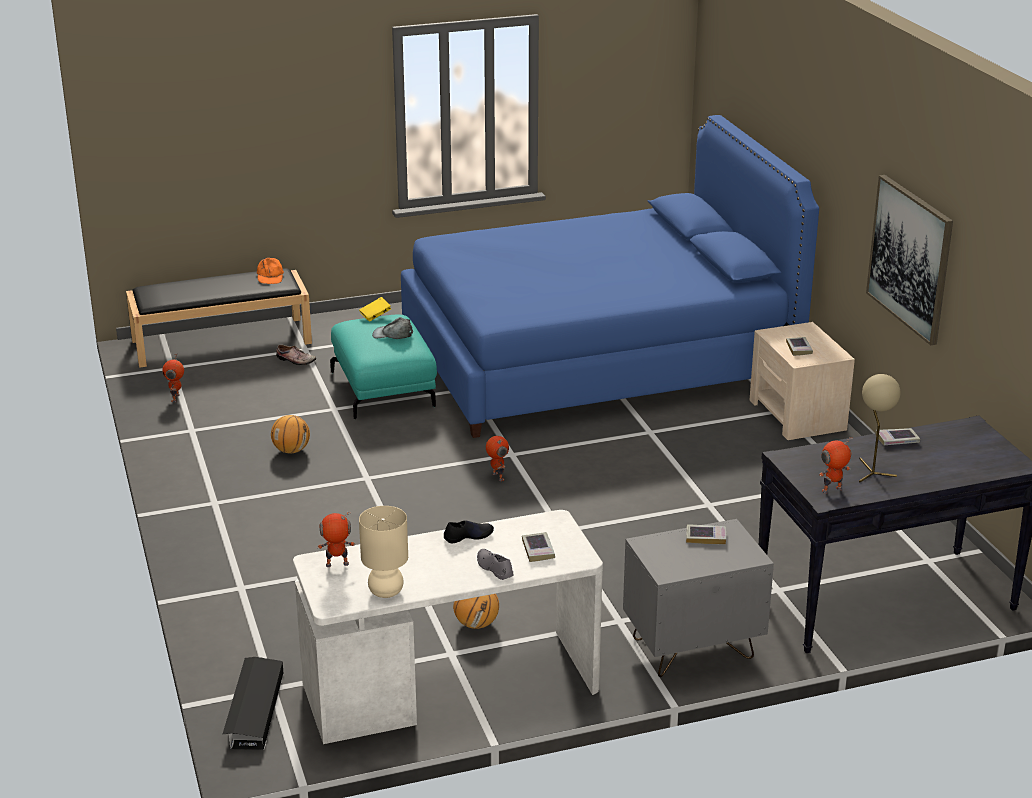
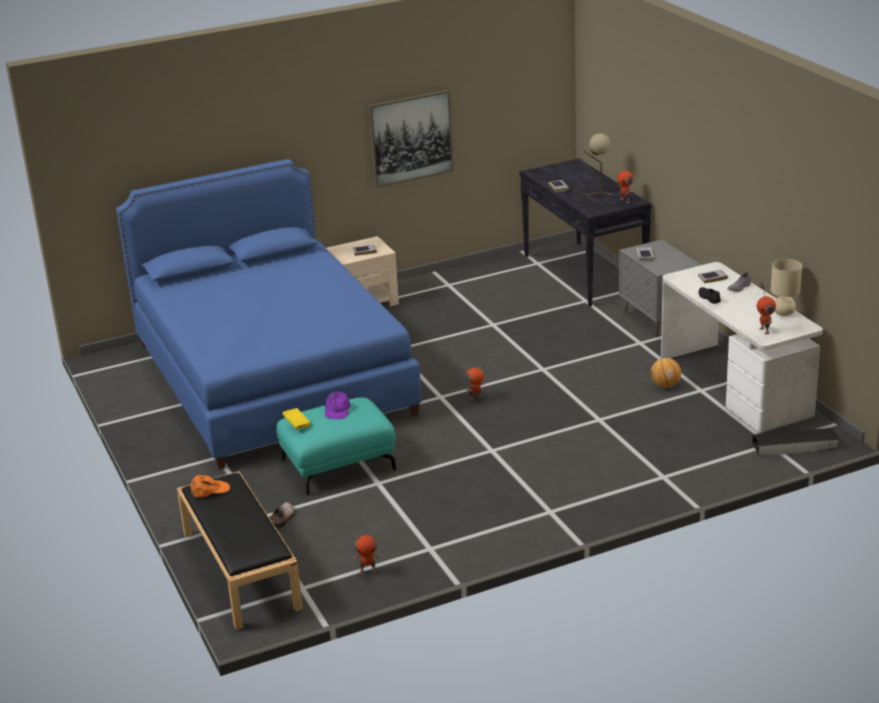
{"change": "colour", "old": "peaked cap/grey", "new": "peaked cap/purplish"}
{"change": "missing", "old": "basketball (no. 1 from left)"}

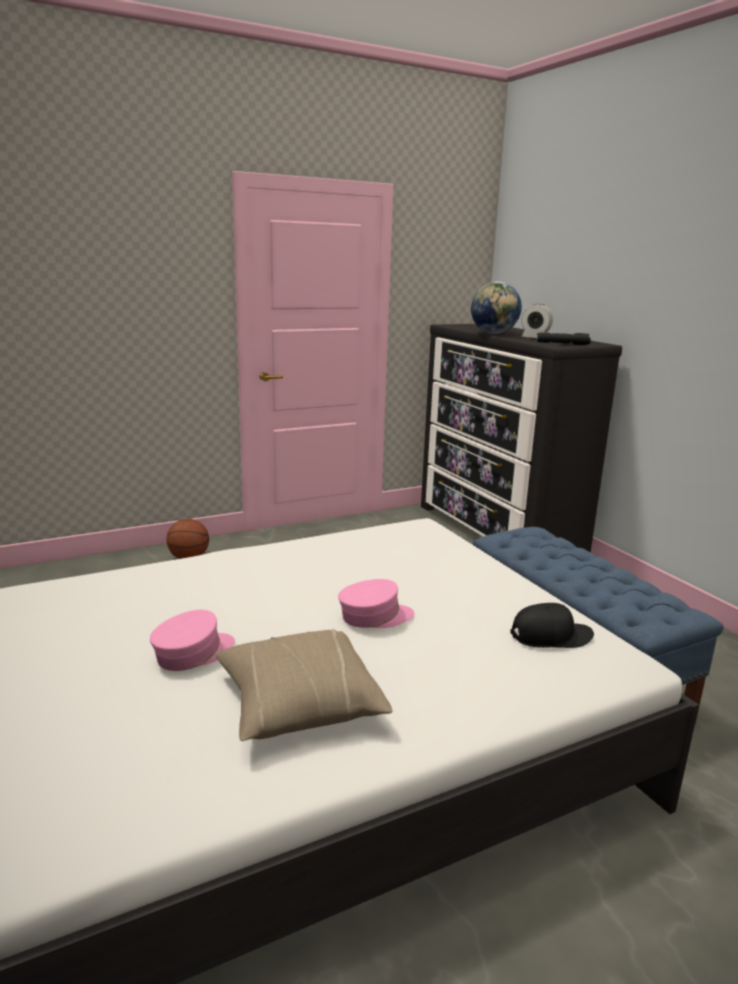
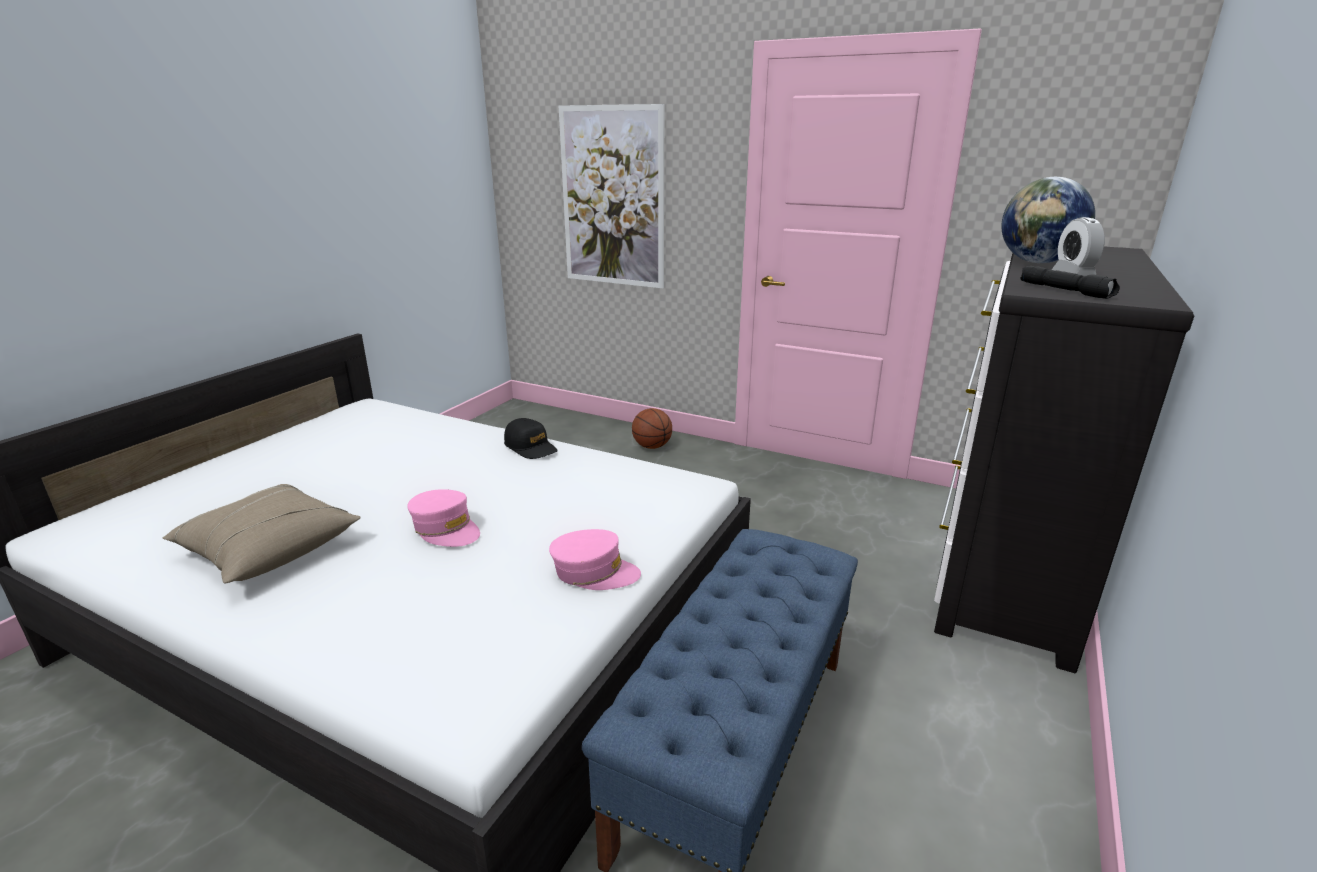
{"change": "relocated", "old": "peaked cap/black"}
{"change": "relocated", "old": "peaked cap/pinkish (no. 1 from left in the first image)", "new": "peaked cap/pinkish (no. 2 from left)"}
{"change": "appeared", "new": "wall art"}

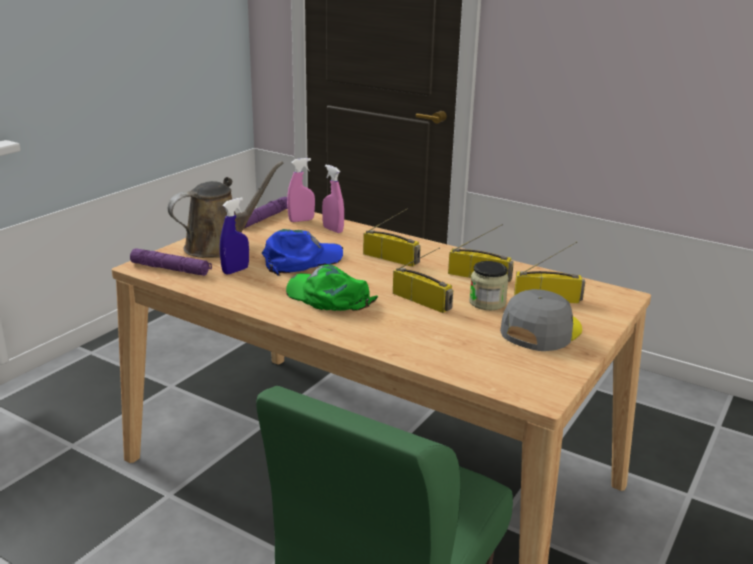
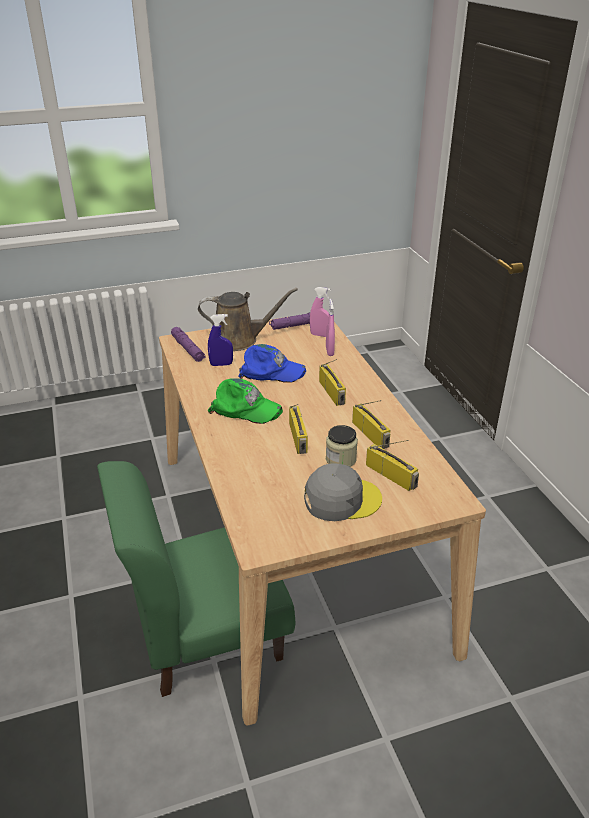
{"change": "spun", "old": "peaked cap/green", "degrees": 120}

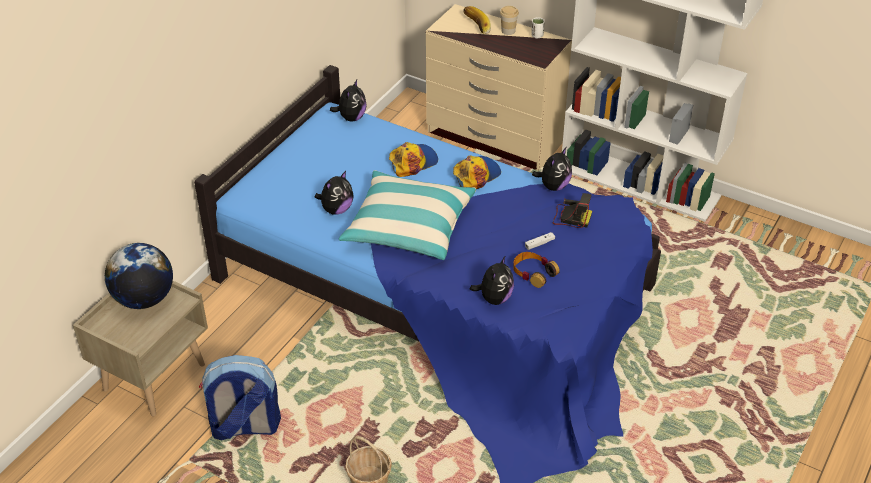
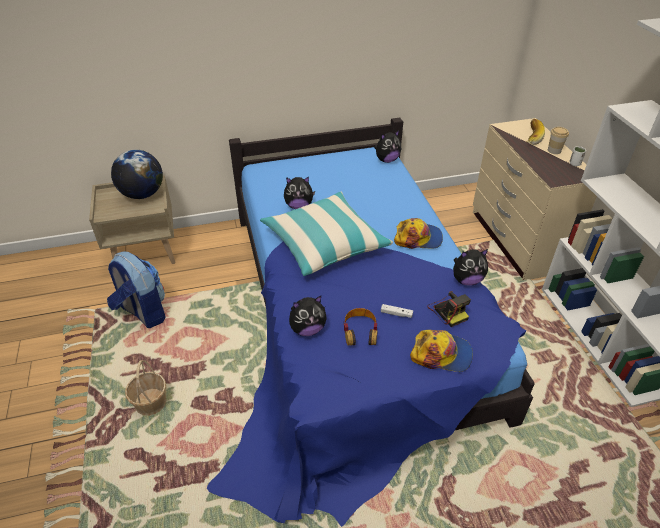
{"change": "relocated", "old": "peaked cap (no. 1 from left in the first image)", "new": "peaked cap (no. 2 from left)"}

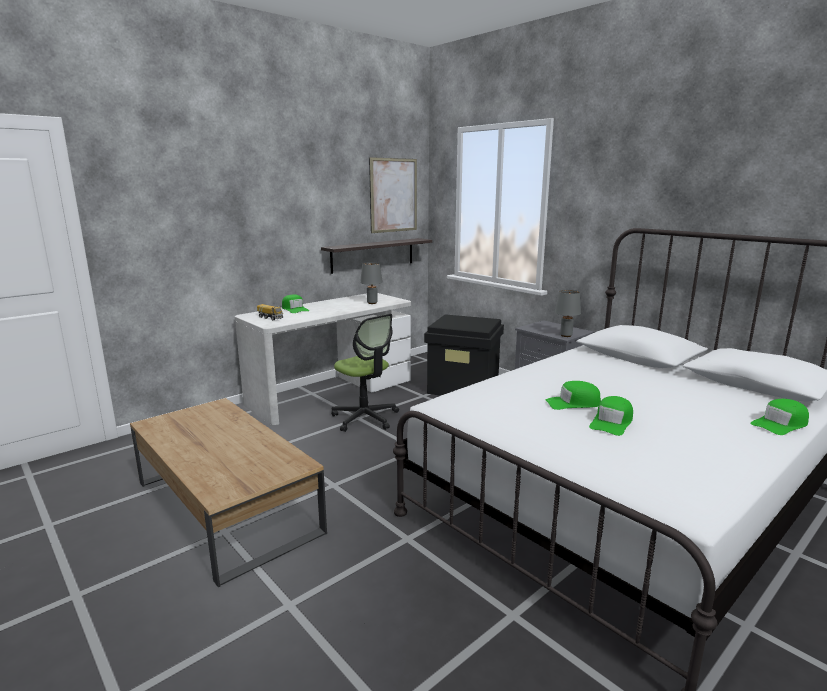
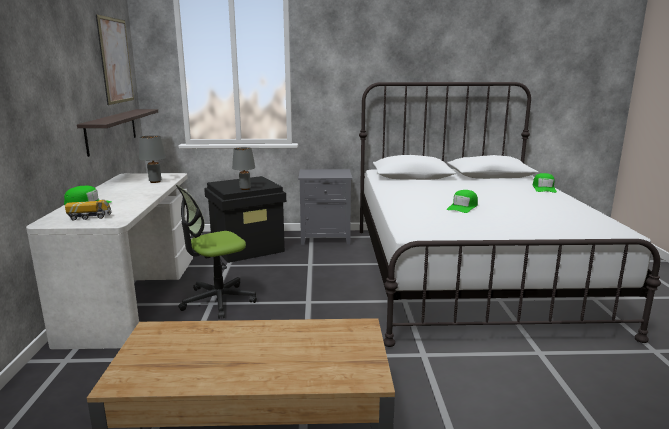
{"change": "relocated", "old": "lamp for a table/grey (no. 2 from left)"}
{"change": "spun", "old": "office chair", "degrees": 150}
{"change": "missing", "old": "peaked cap/green (no. 3 from left)"}

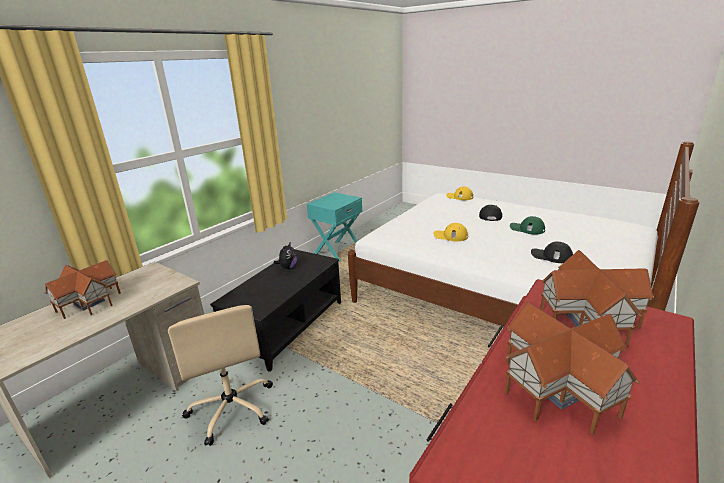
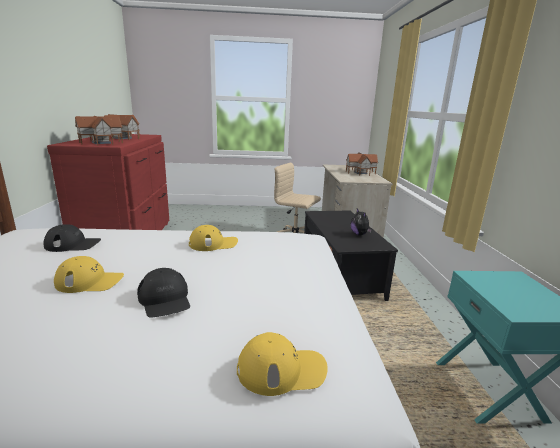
{"change": "colour", "old": "peaked cap/green", "new": "peaked cap/yellow (no. 1 from left)"}

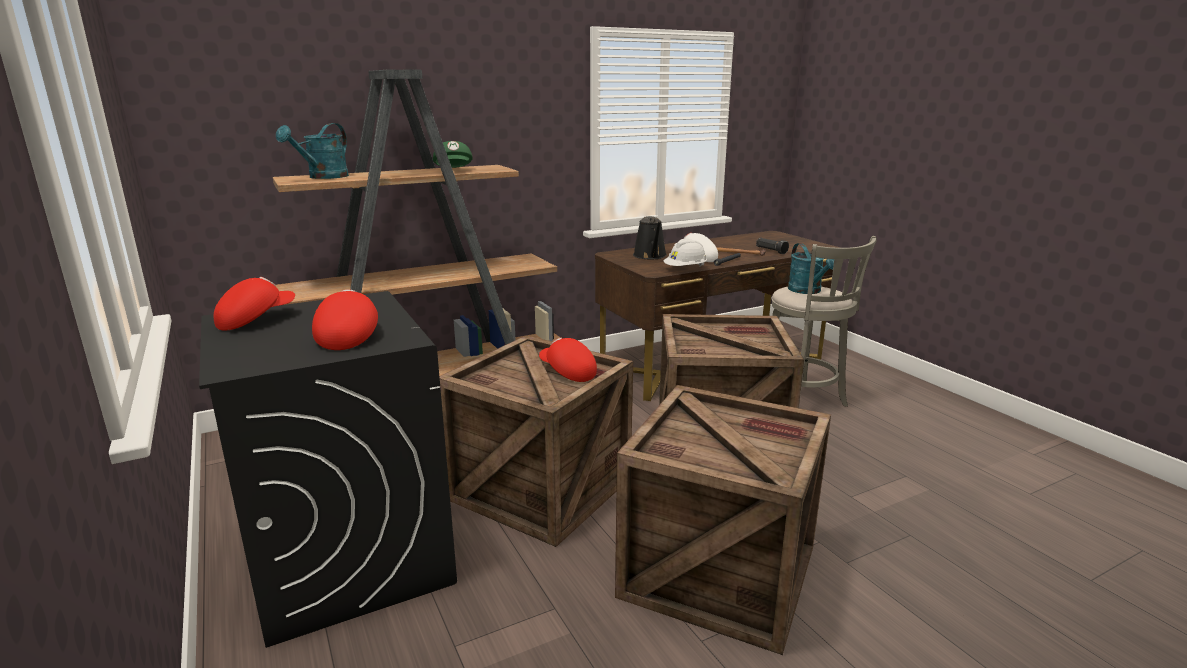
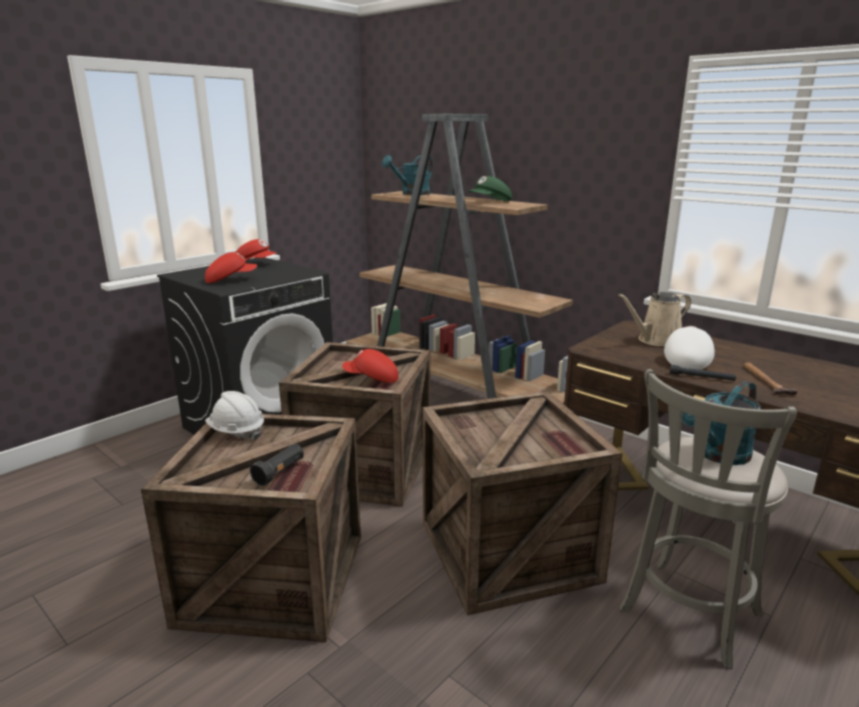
{"change": "spun", "old": "watering can/turquoise-coloured (no. 1 from left)", "degrees": -45}
{"change": "colour", "old": "watering can/black", "new": "watering can/sand-coloured"}
{"change": "relocated", "old": "flashlight/black (no. 2 from left in the first image)", "new": "flashlight/black (no. 1 from left)"}
{"change": "relocated", "old": "work helmet/whitish"}
{"change": "spun", "old": "peaked cap/red (no. 3 from left)", "degrees": -105}

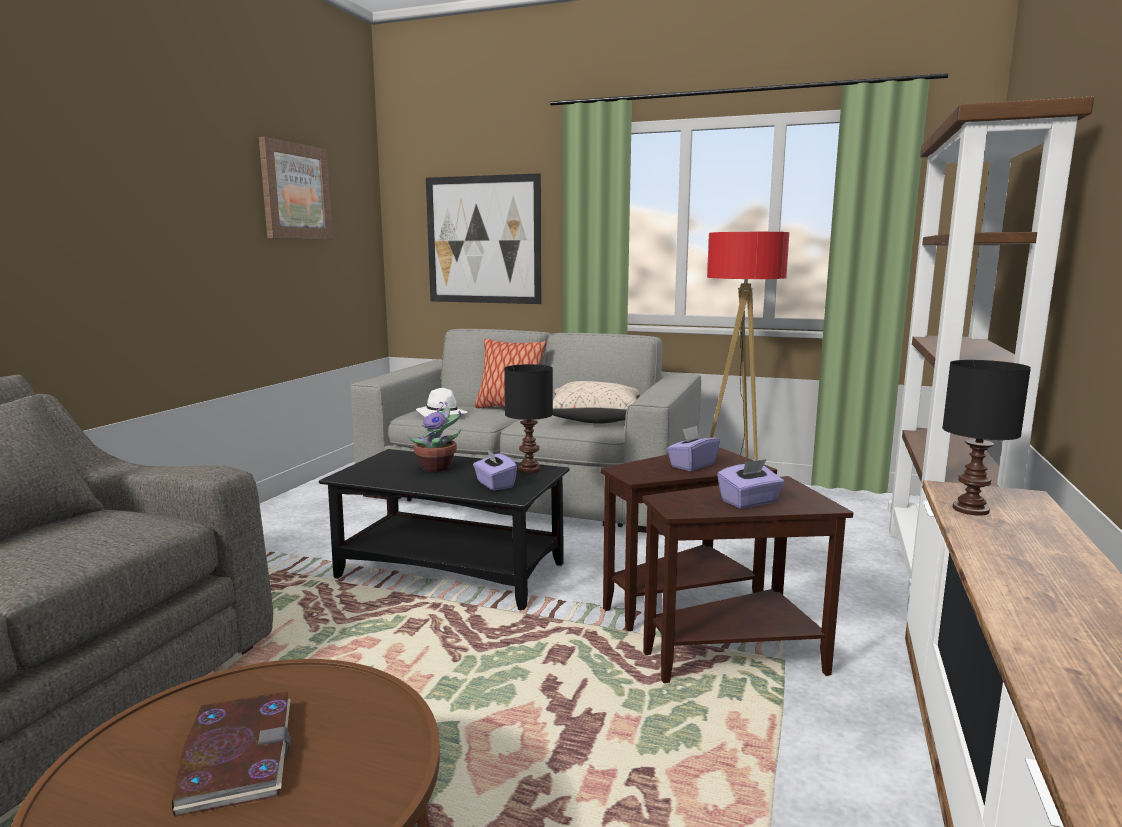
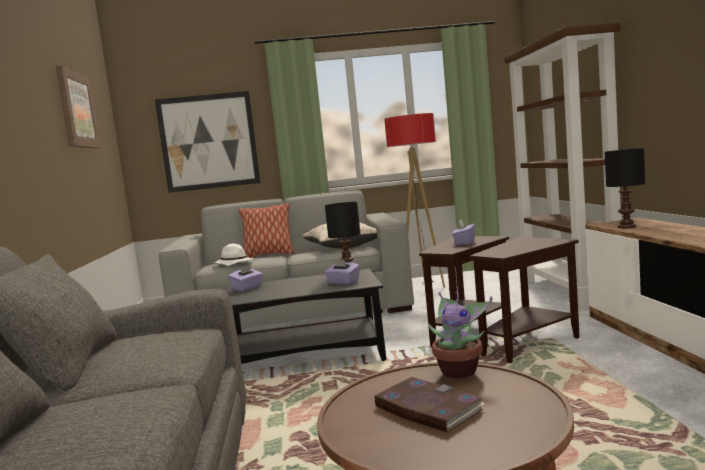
{"change": "relocated", "old": "houseplant"}
{"change": "relocated", "old": "tissue box/purplish (no. 3 from left in the first image)", "new": "tissue box/purplish (no. 1 from left)"}

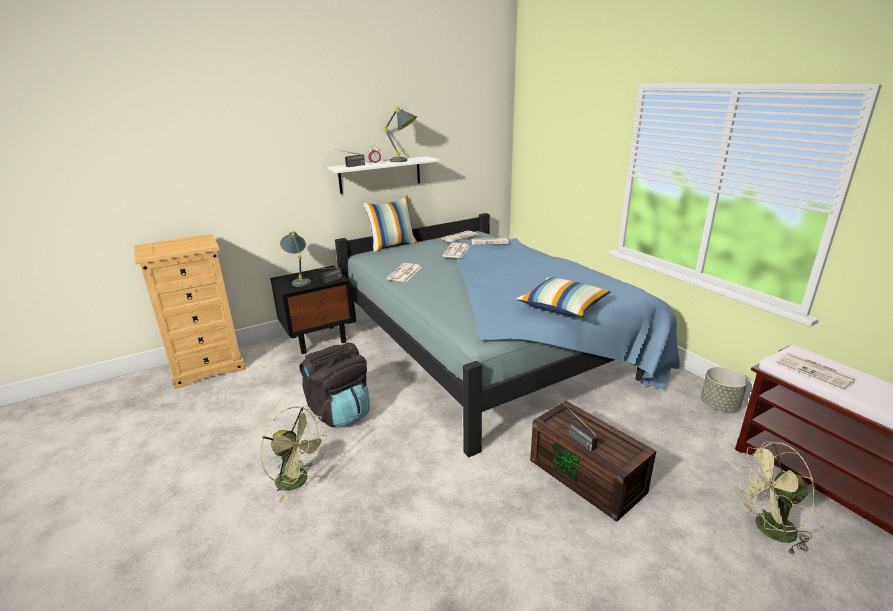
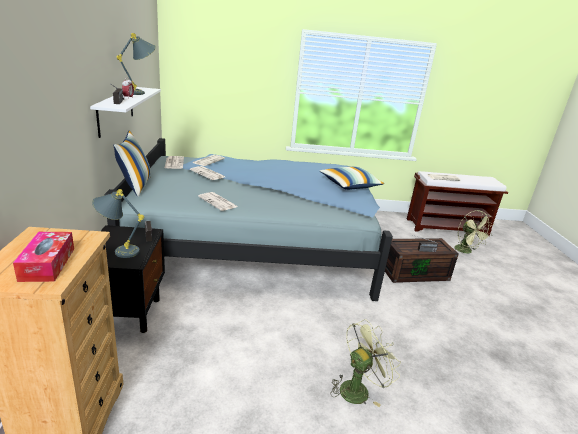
{"change": "missing", "old": "backpack/black"}
{"change": "missing", "old": "flower pot/grey"}
{"change": "spun", "old": "fan/green (no. 2 from left)", "degrees": -45}
{"change": "appeared", "new": "tissue box"}

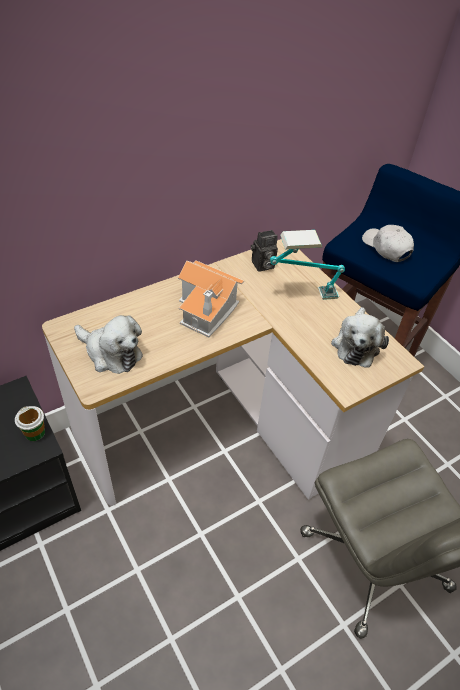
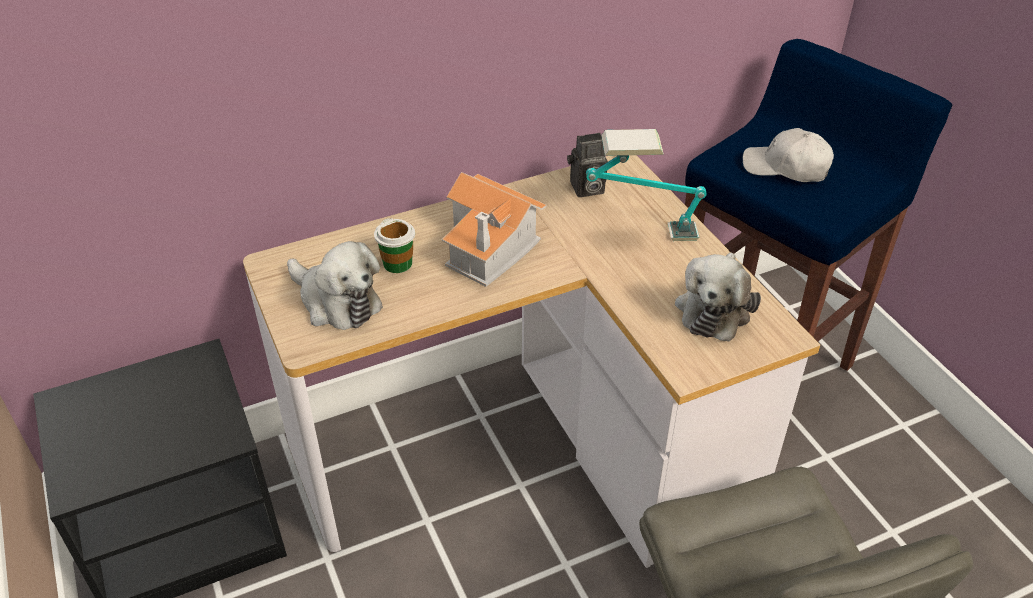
{"change": "spun", "old": "peaked cap/whitish", "degrees": -45}
{"change": "relocated", "old": "drinking cup"}

